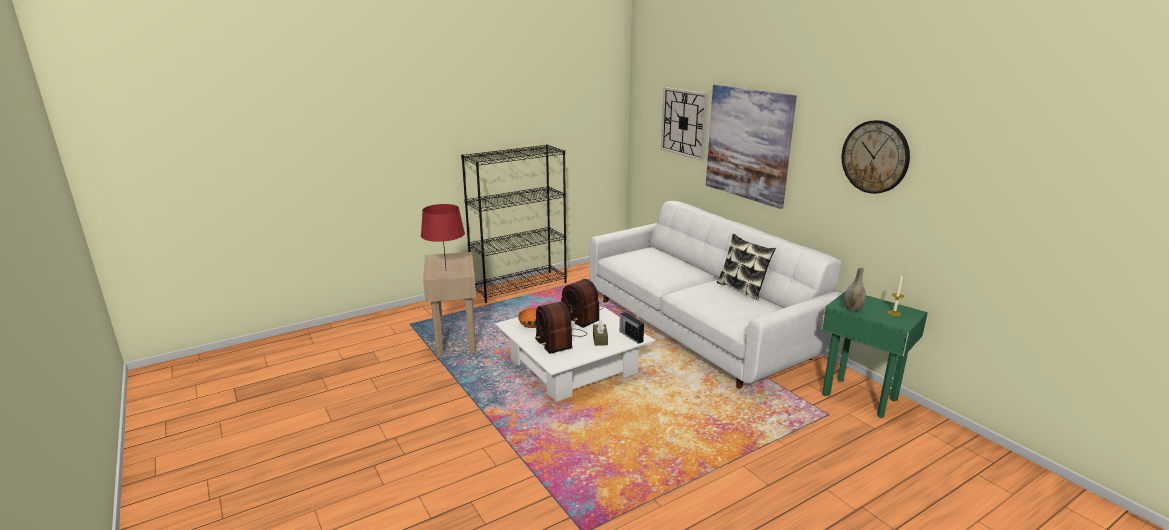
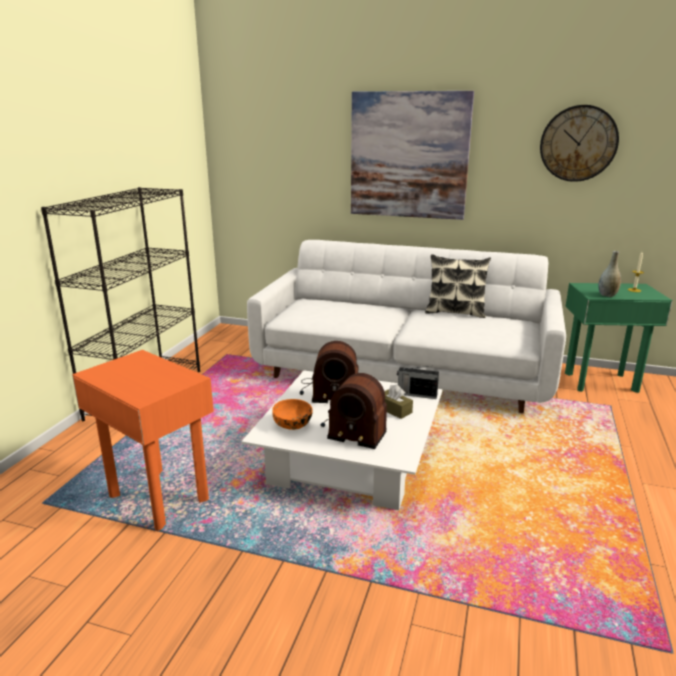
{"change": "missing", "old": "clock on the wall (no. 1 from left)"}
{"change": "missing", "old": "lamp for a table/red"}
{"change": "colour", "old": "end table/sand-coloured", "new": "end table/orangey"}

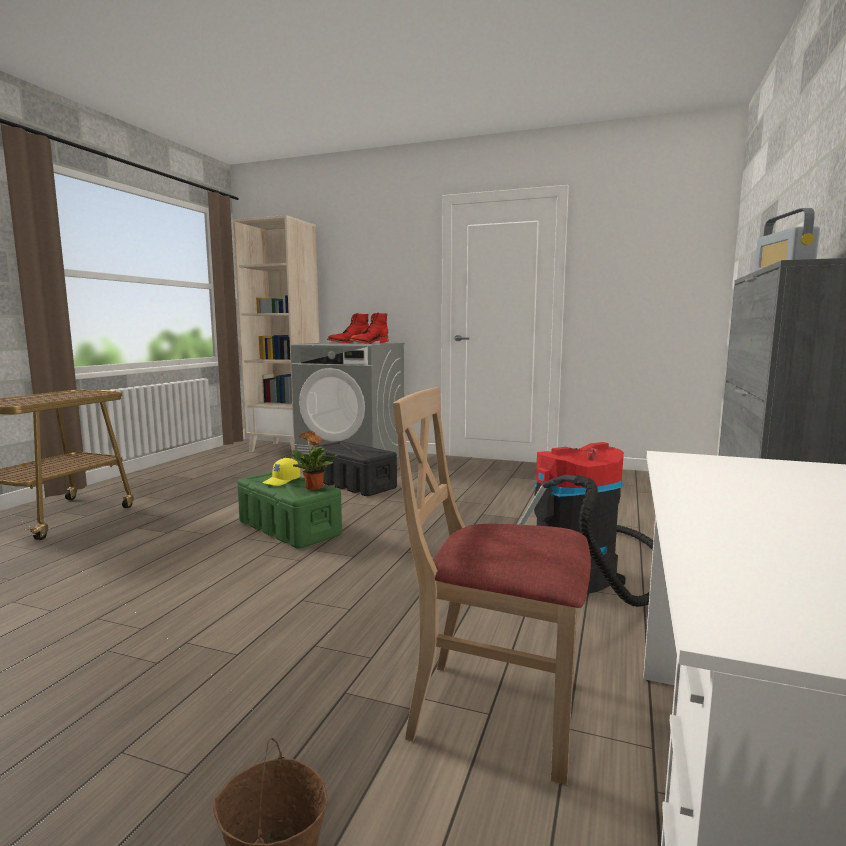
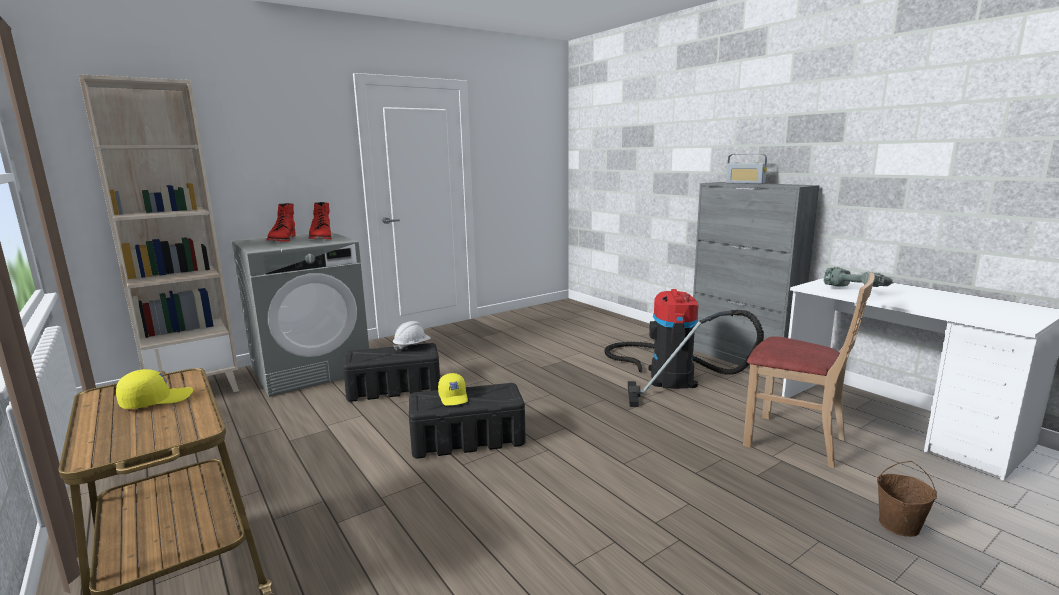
{"change": "spun", "old": "plain chair/sand-coloured", "degrees": -105}
{"change": "missing", "old": "houseplant"}
{"change": "colour", "old": "storage container/green", "new": "storage container/black (no. 2 from left)"}
{"change": "appeared", "new": "power drill"}
{"change": "appeared", "new": "work helmet/whitish"}
{"change": "appeared", "new": "peaked cap/yellow (no. 1 from left)"}

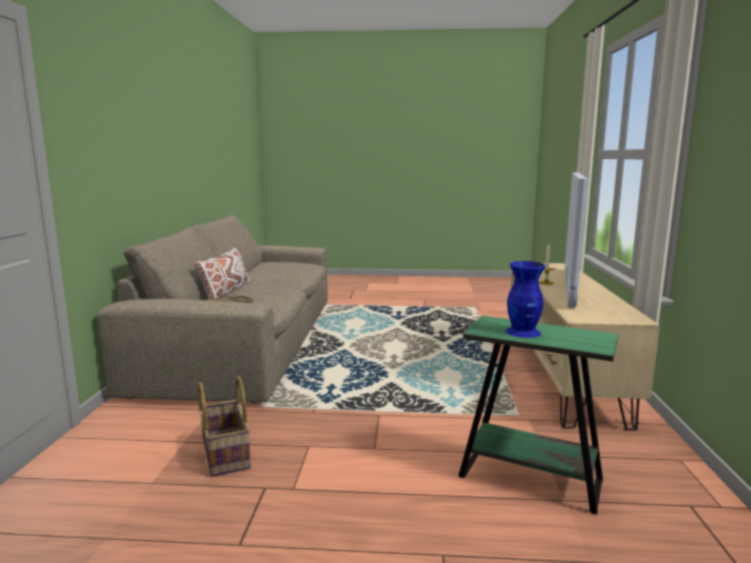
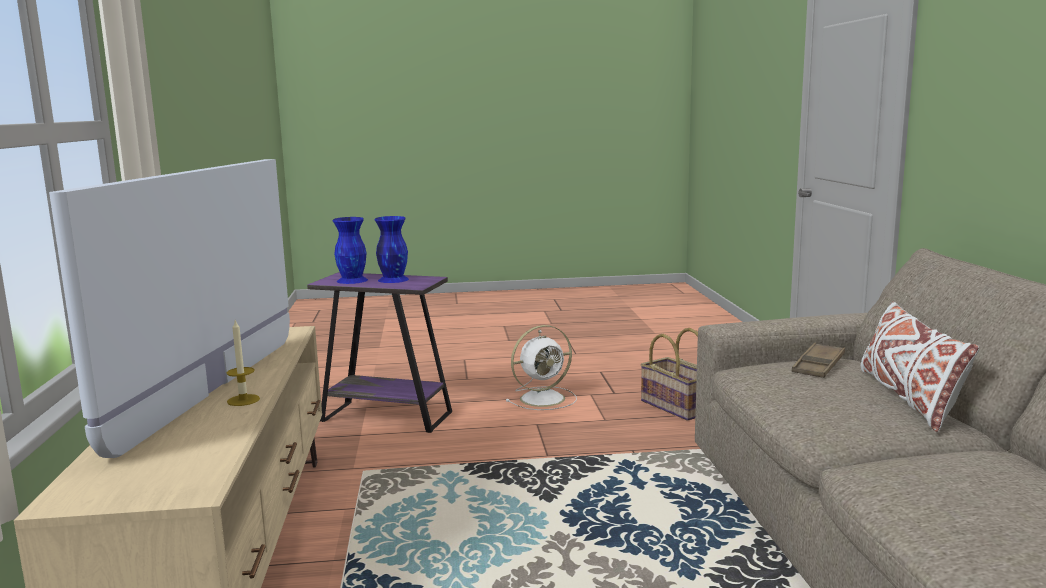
{"change": "colour", "old": "end table/green", "new": "end table/purplish"}
{"change": "appeared", "new": "flower vase/blue-coloured (no. 1 from left)"}
{"change": "appeared", "new": "fan/whitish"}

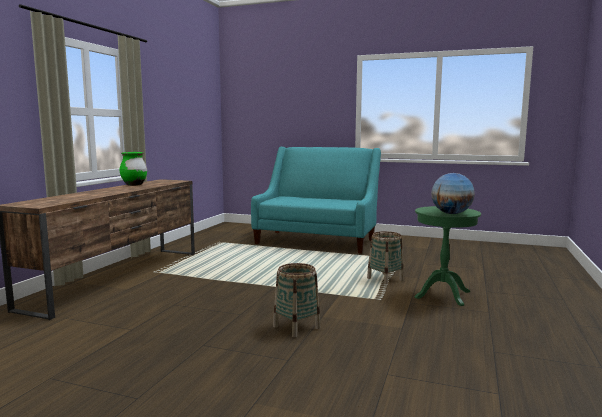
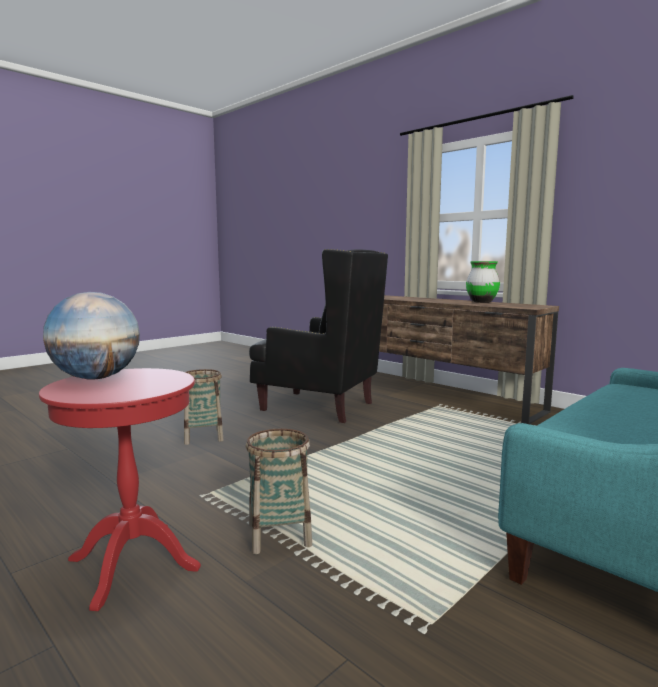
{"change": "colour", "old": "end table/green", "new": "end table/red"}
{"change": "appeared", "new": "easy chair/black"}

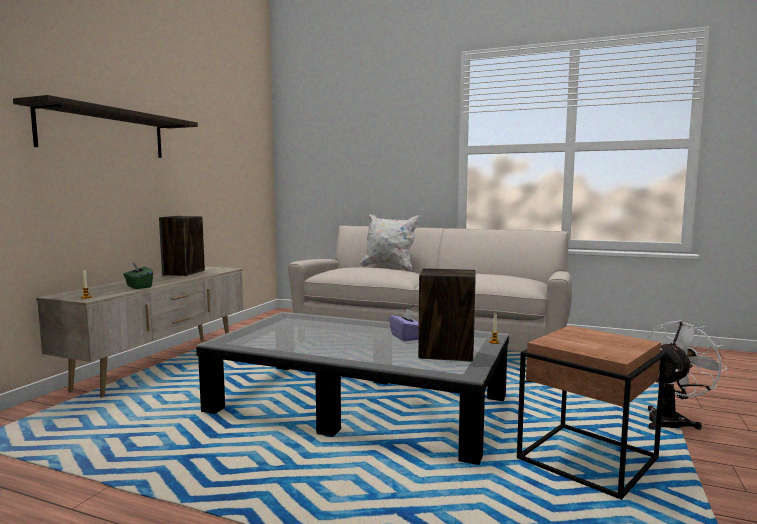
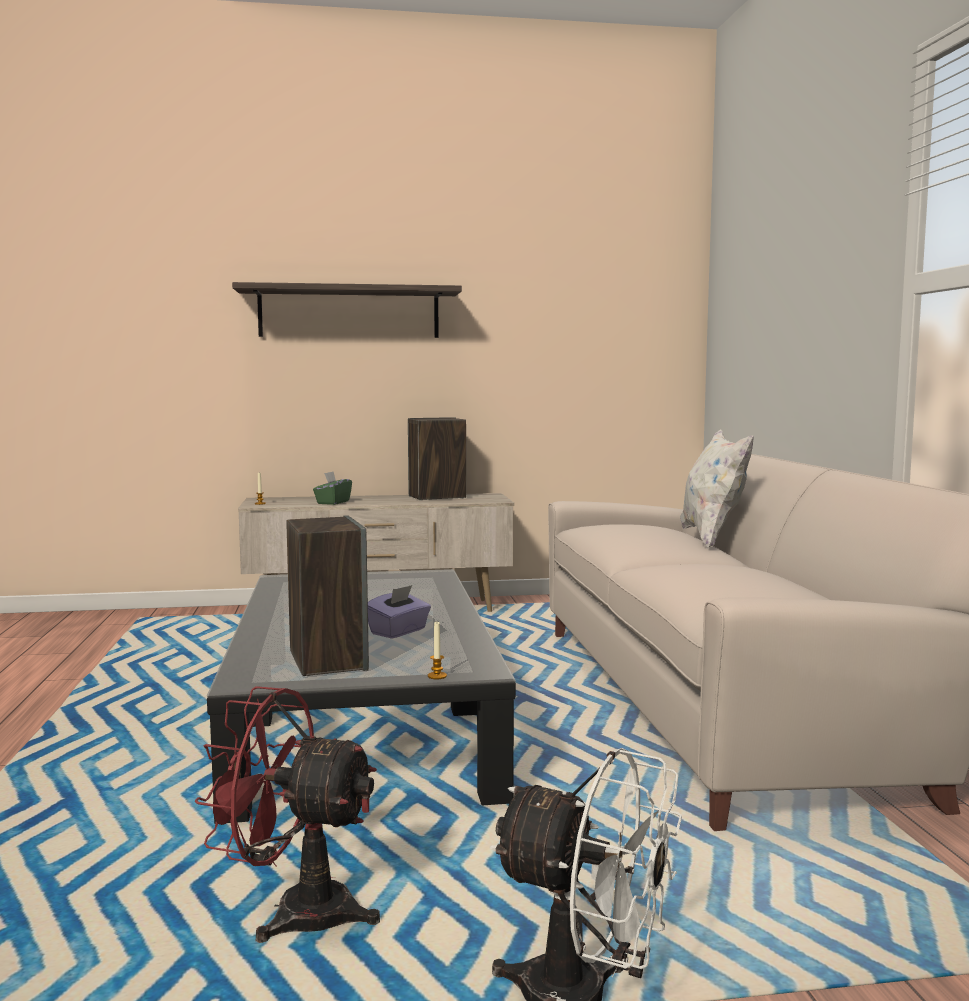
{"change": "exchanged", "old": "end table/brown", "new": "fan/red"}

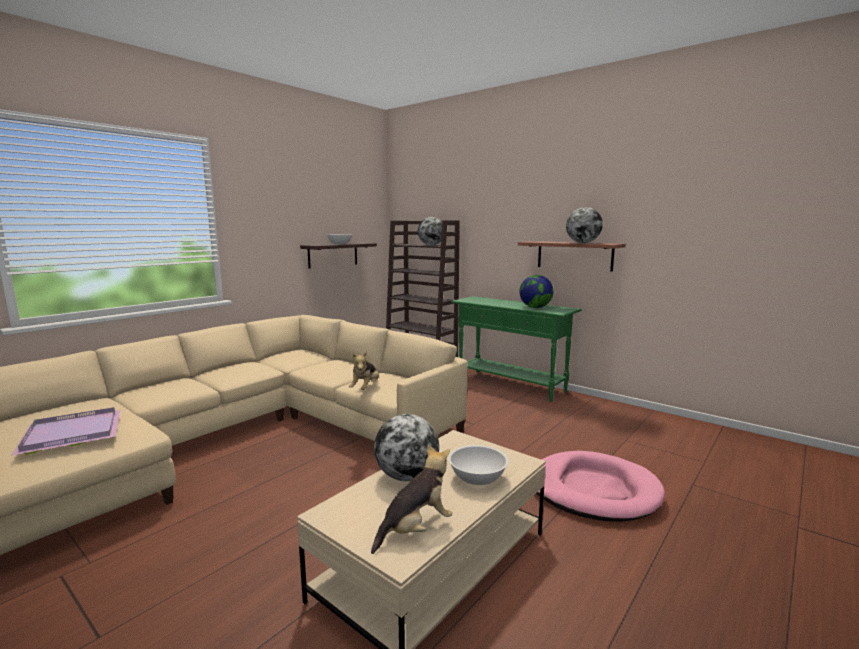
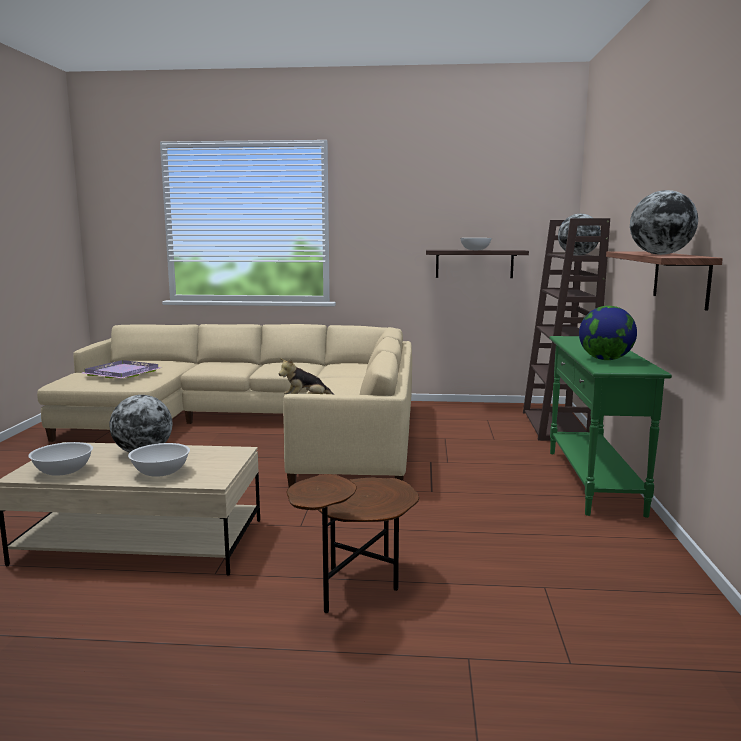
{"change": "exchanged", "old": "plush toy (no. 2 from left)", "new": "serving bowl/whitish (no. 1 from left)"}
{"change": "exchanged", "old": "pet bed/pinkish", "new": "end table/brown"}

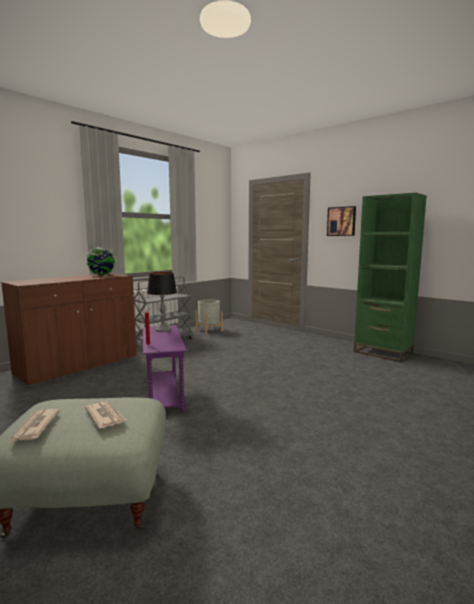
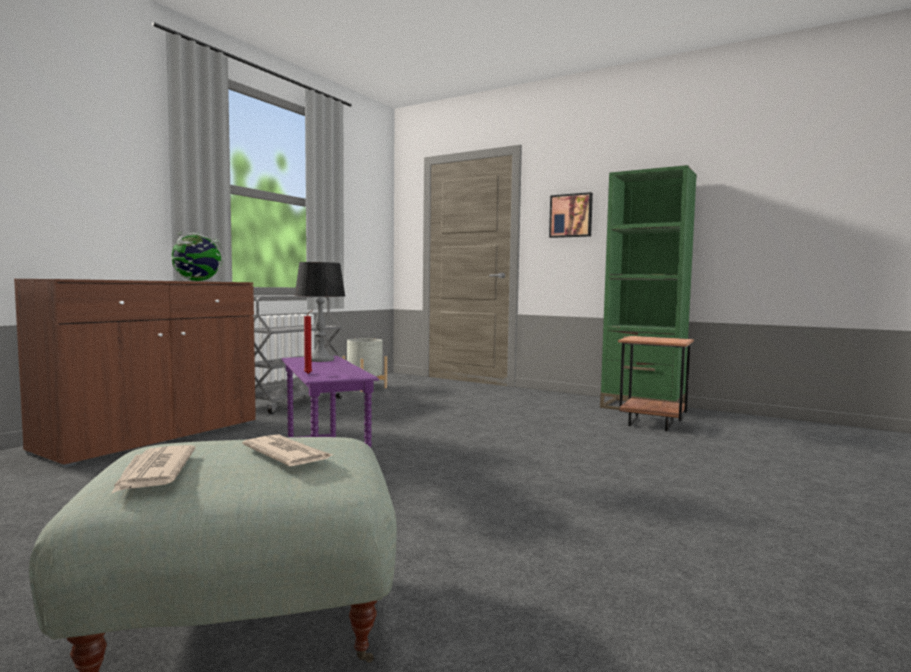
{"change": "appeared", "new": "end table/brown"}

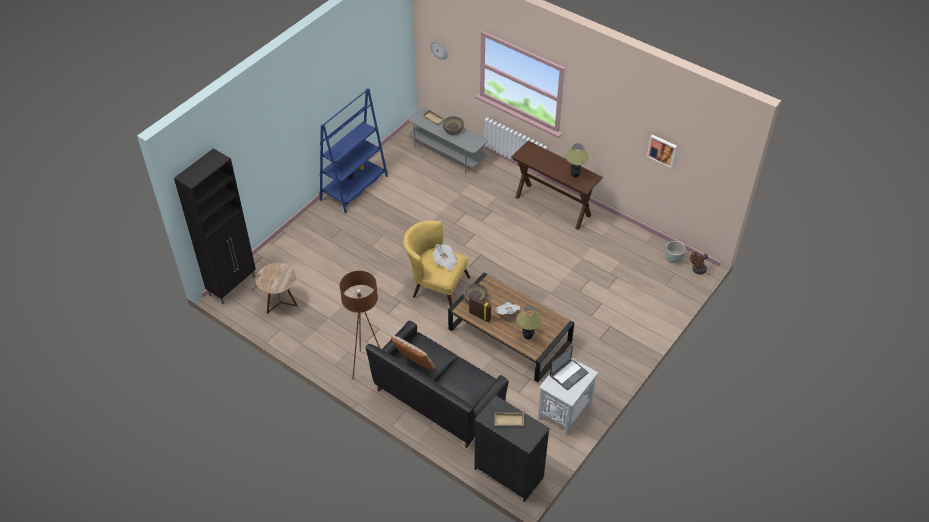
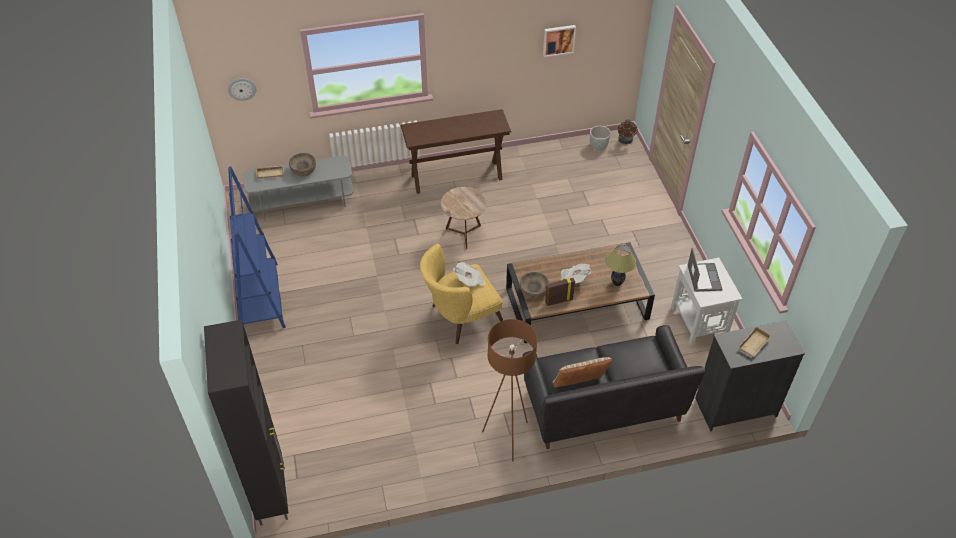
{"change": "missing", "old": "lamp for a table (no. 2 from left)"}
{"change": "relocated", "old": "end table/brown"}

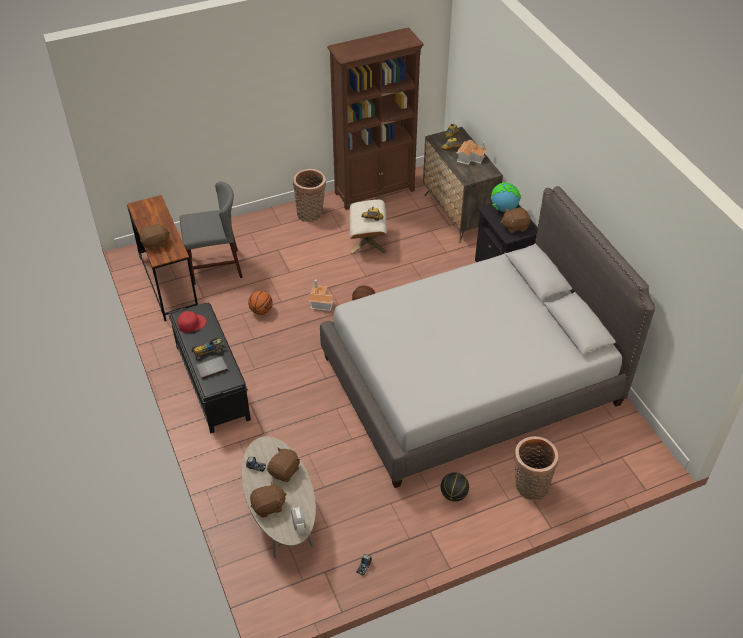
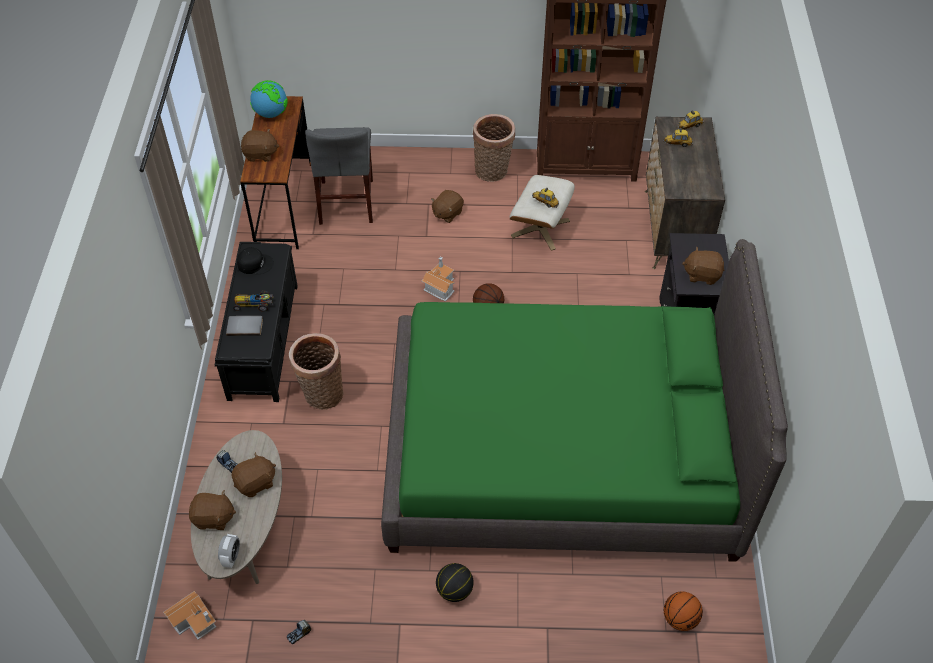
{"change": "relocated", "old": "toy house (no. 2 from left in the first image)", "new": "toy house (no. 1 from left)"}
{"change": "spun", "old": "plain chair/grey", "degrees": 75}
{"change": "relocated", "old": "globe"}
{"change": "colour", "old": "bed/grey", "new": "bed/green"}
{"change": "relocated", "old": "basketball (no. 1 from left in the first image)", "new": "basketball (no. 3 from left)"}
{"change": "colour", "old": "peaked cap/red", "new": "peaked cap/black"}
{"change": "relocated", "old": "storage basket (no. 2 from left in the first image)", "new": "storage basket (no. 1 from left)"}
{"change": "appeared", "new": "plush toy/brown (no. 4 from left)"}

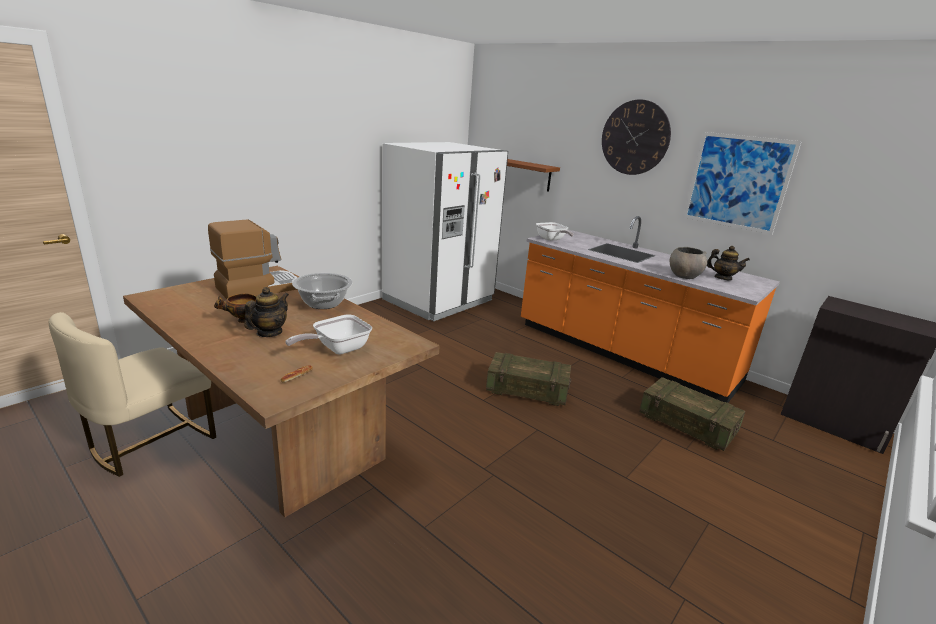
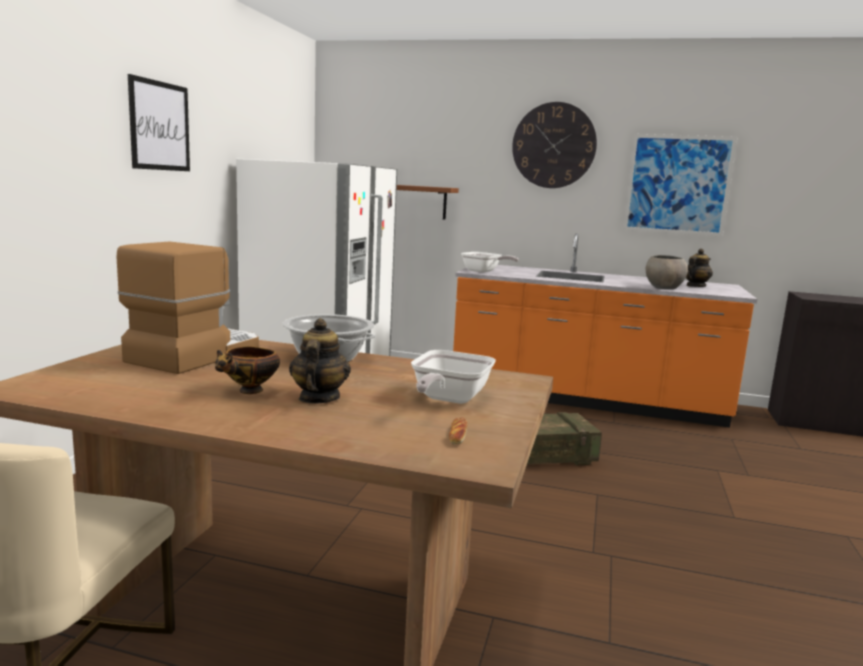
{"change": "spun", "old": "tea pot (no. 2 from left)", "degrees": -45}
{"change": "missing", "old": "crate (no. 2 from left)"}
{"change": "appeared", "new": "wall art (no. 1 from left)"}

